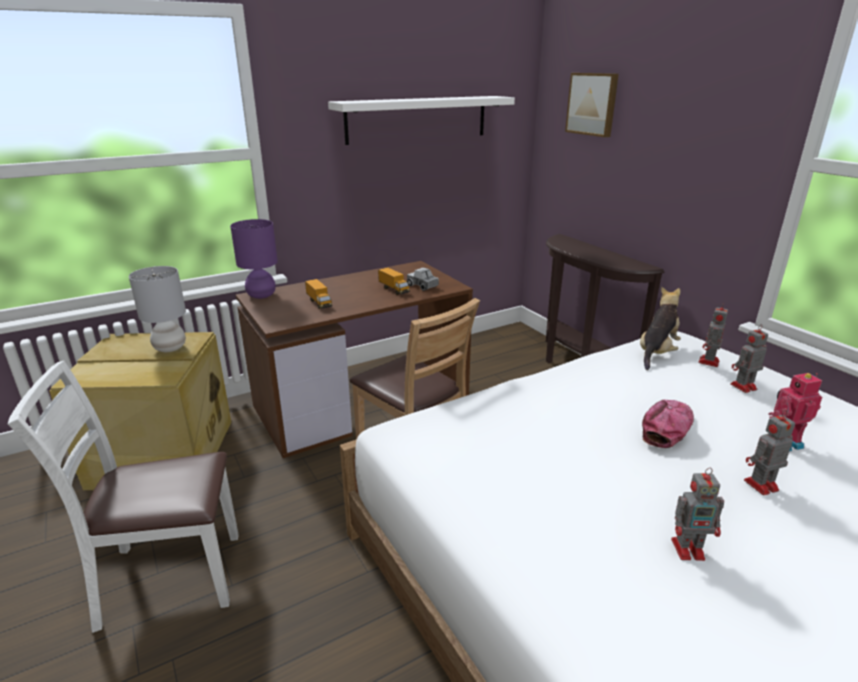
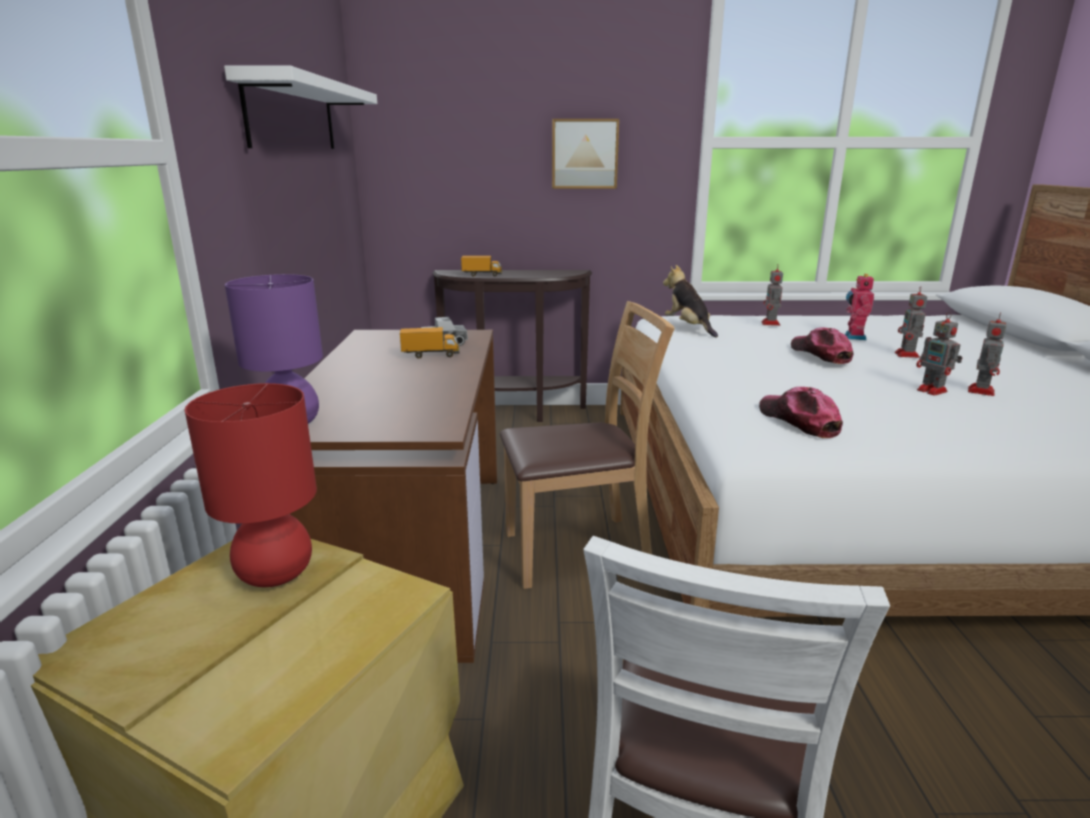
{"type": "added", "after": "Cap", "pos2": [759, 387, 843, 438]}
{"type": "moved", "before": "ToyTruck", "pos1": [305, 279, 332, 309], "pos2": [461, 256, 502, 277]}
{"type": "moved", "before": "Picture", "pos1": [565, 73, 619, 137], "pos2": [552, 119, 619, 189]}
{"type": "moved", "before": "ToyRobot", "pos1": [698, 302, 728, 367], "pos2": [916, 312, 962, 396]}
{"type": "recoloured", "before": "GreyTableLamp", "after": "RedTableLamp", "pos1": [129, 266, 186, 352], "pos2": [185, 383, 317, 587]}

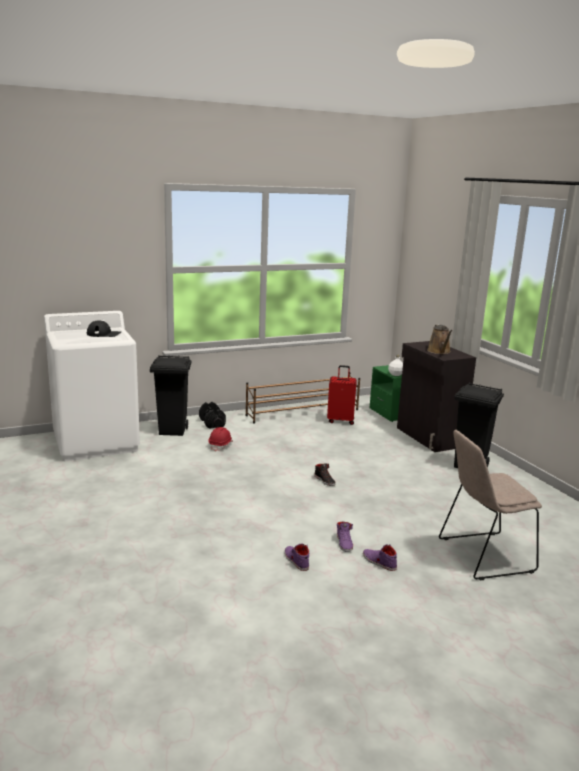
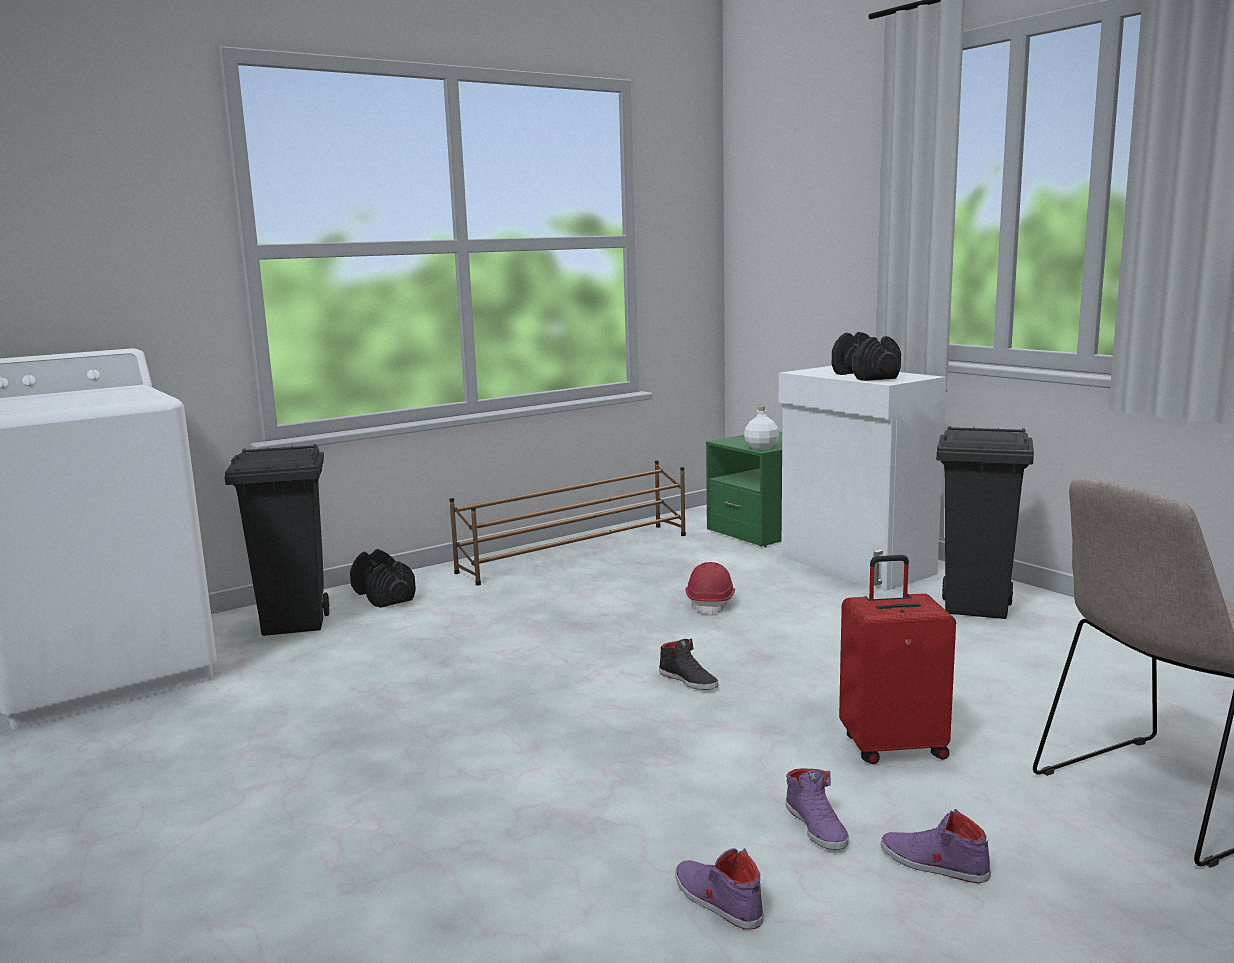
{"type": "removed", "before": "BlackCap", "pos1": [87, 320, 121, 337]}
{"type": "moved", "before": "RedHardHat", "pos1": [208, 427, 233, 452], "pos2": [686, 562, 735, 616]}
{"type": "moved", "before": "RedSuitcase", "pos1": [327, 365, 357, 425], "pos2": [839, 555, 956, 764]}
{"type": "replaced", "before": "BrownWateringCan", "after": "BlackDumbbell", "pos1": [427, 324, 453, 354], "pos2": [832, 332, 901, 381]}
{"type": "recoloured", "before": "BlackCabinet", "after": "WhiteCabinet", "pos1": [397, 341, 476, 452], "pos2": [779, 366, 946, 591]}

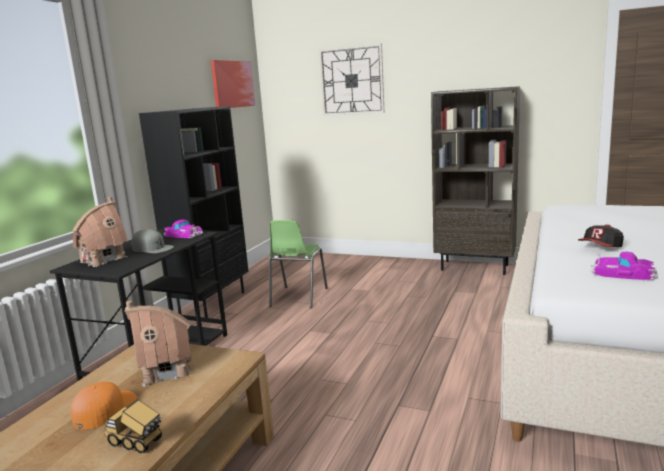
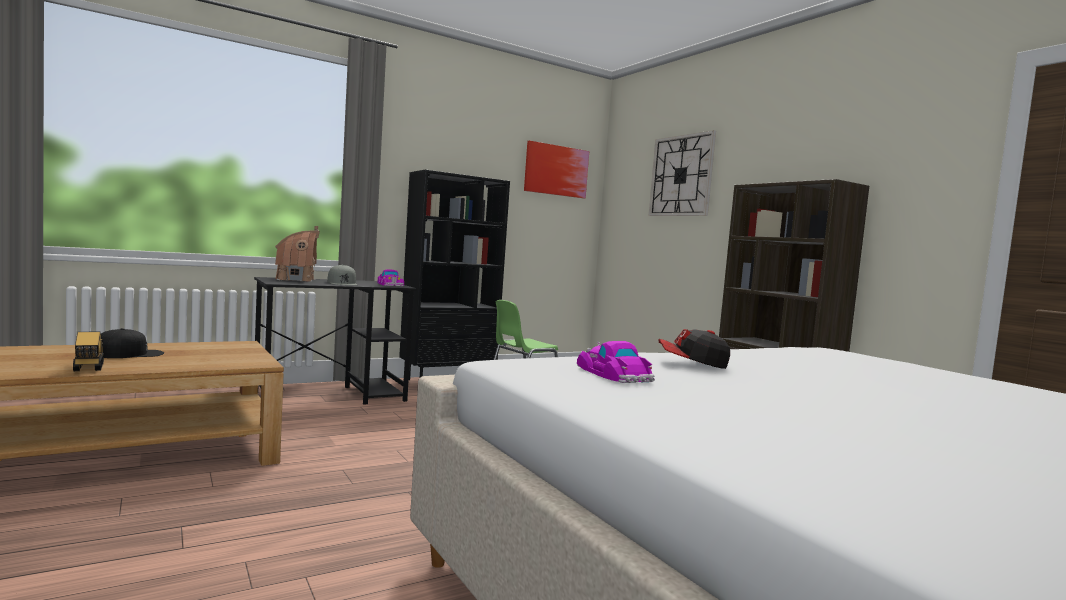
{"type": "removed", "before": "ToyHouse", "pos1": [125, 301, 192, 387]}
{"type": "recoloured", "before": "OrangeCap", "after": "BlackCap", "pos1": [71, 382, 137, 430], "pos2": [101, 328, 164, 358]}

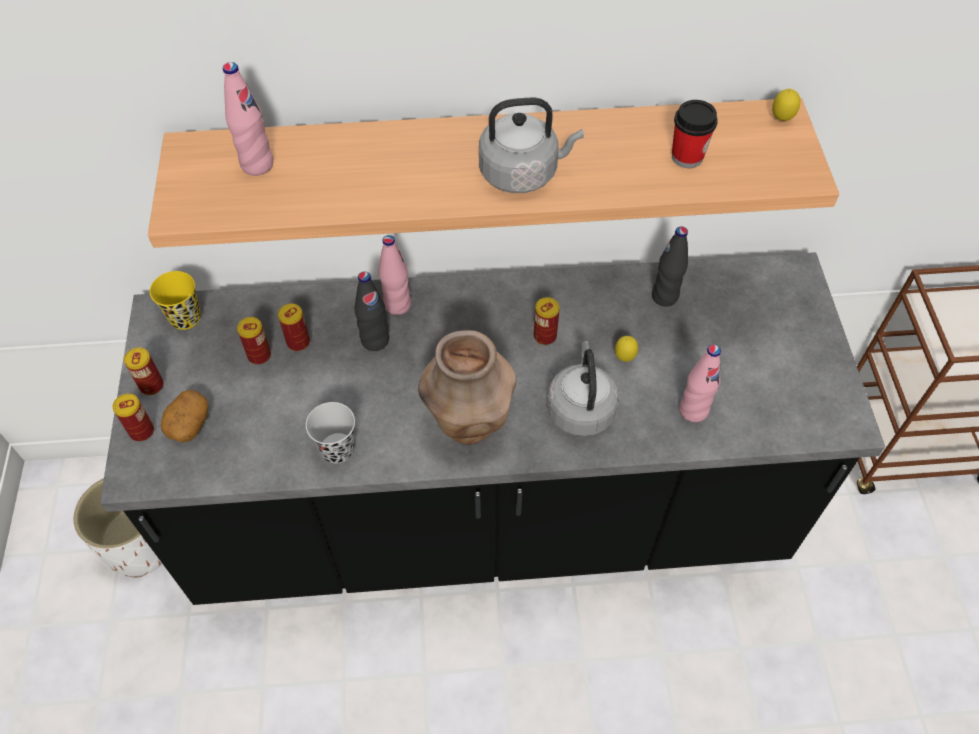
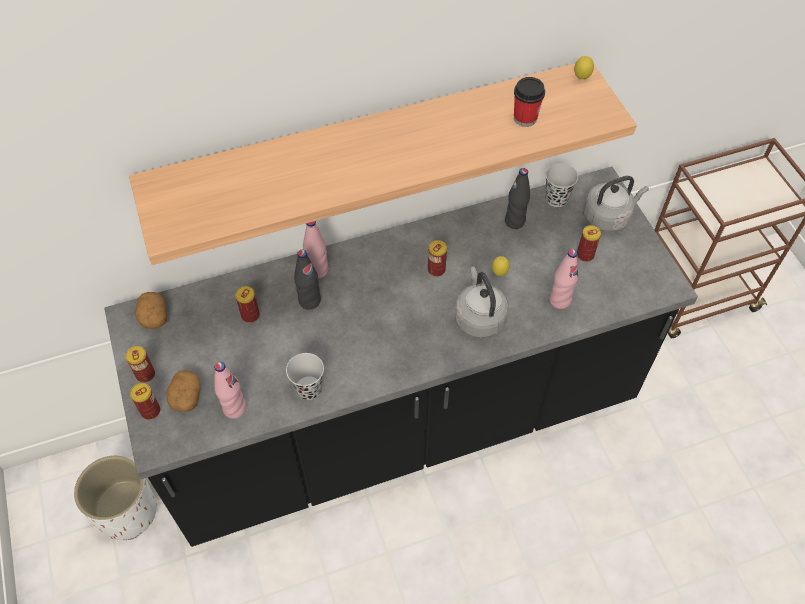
{"type": "removed", "before": "BrownVase", "pos1": [418, 330, 517, 445]}
{"type": "added", "after": "BlackCup", "pos2": [545, 163, 578, 207]}
{"type": "moved", "before": "PinkBottle", "pos1": [223, 62, 274, 176], "pos2": [214, 362, 247, 419]}
{"type": "moved", "before": "Can", "pos1": [237, 317, 271, 365], "pos2": [577, 225, 601, 262]}
{"type": "moved", "before": "GreyKettle", "pos1": [479, 98, 584, 193], "pos2": [583, 176, 649, 231]}
{"type": "replaced", "before": "YellowCup", "after": "Potato", "pos1": [150, 271, 201, 330], "pos2": [135, 292, 167, 329]}

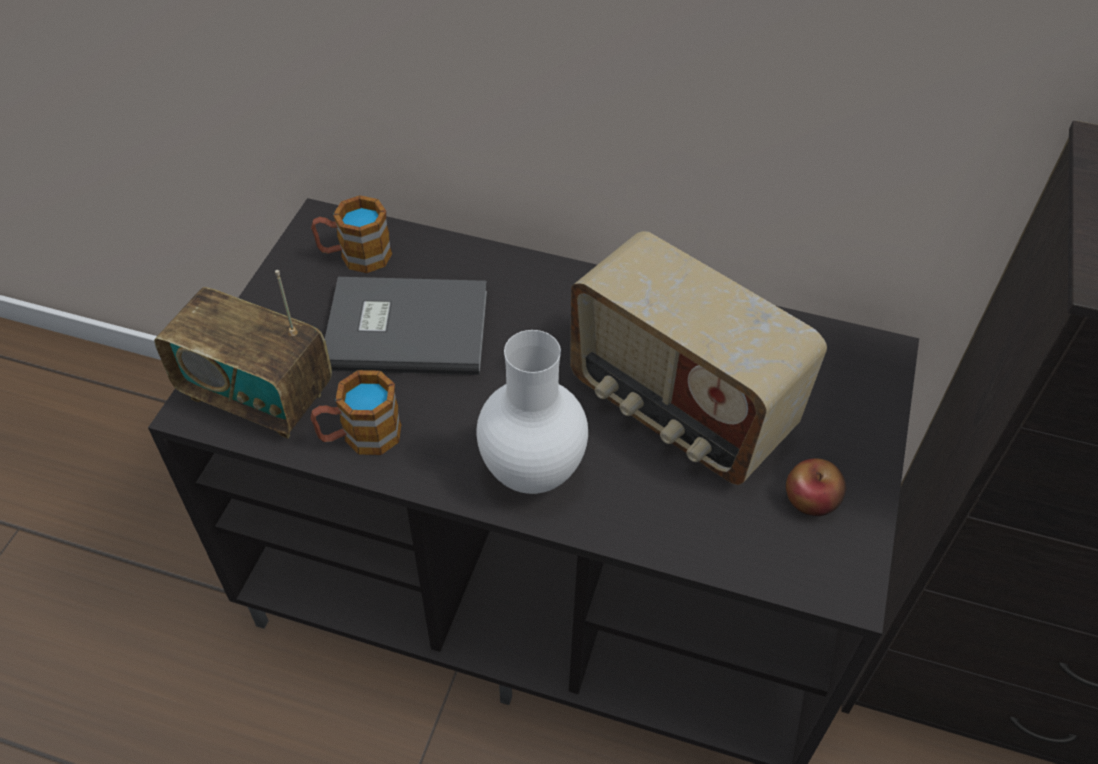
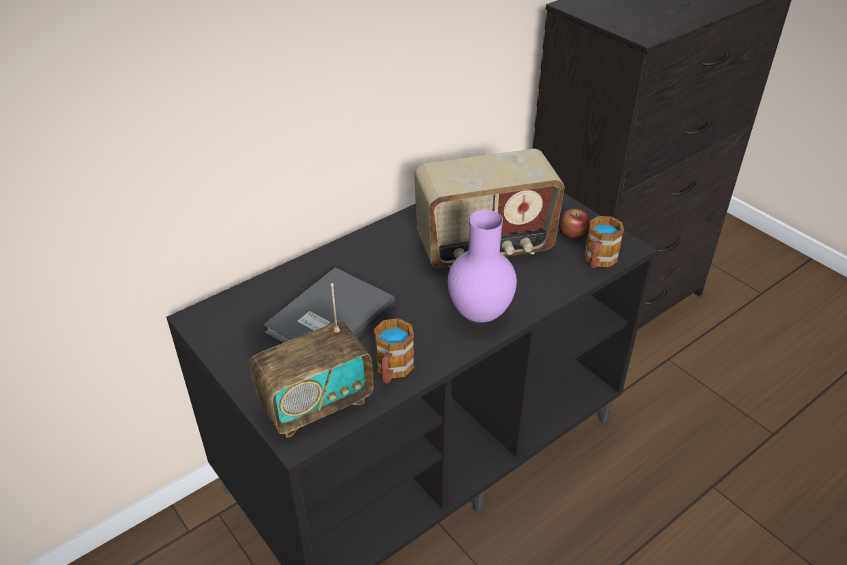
{"type": "moved", "before": "Mug", "pos1": [311, 195, 392, 273], "pos2": [584, 216, 624, 268]}
{"type": "recoloured", "before": "WhiteVase", "after": "PurpleVase", "pos1": [476, 330, 588, 494], "pos2": [448, 210, 517, 323]}

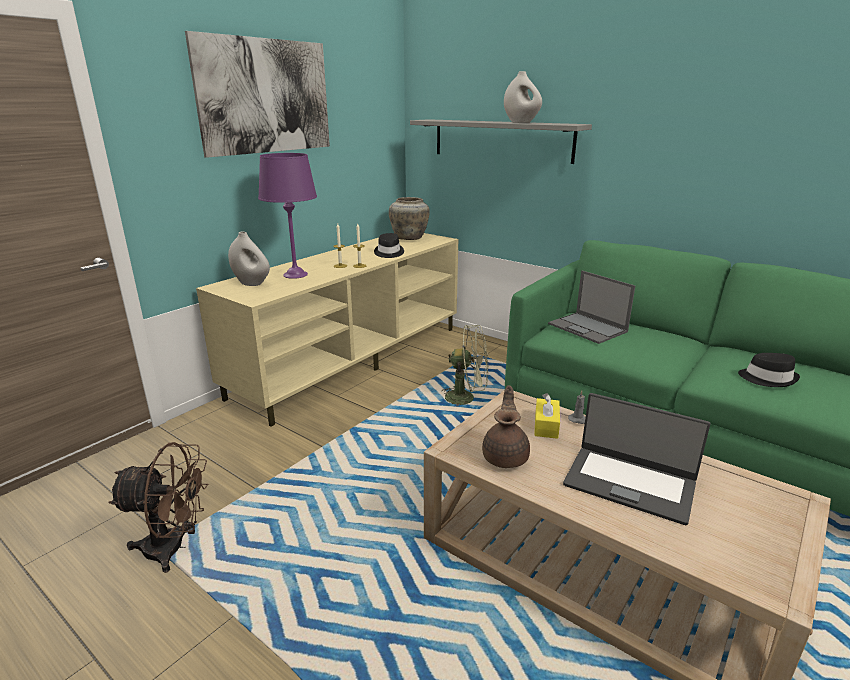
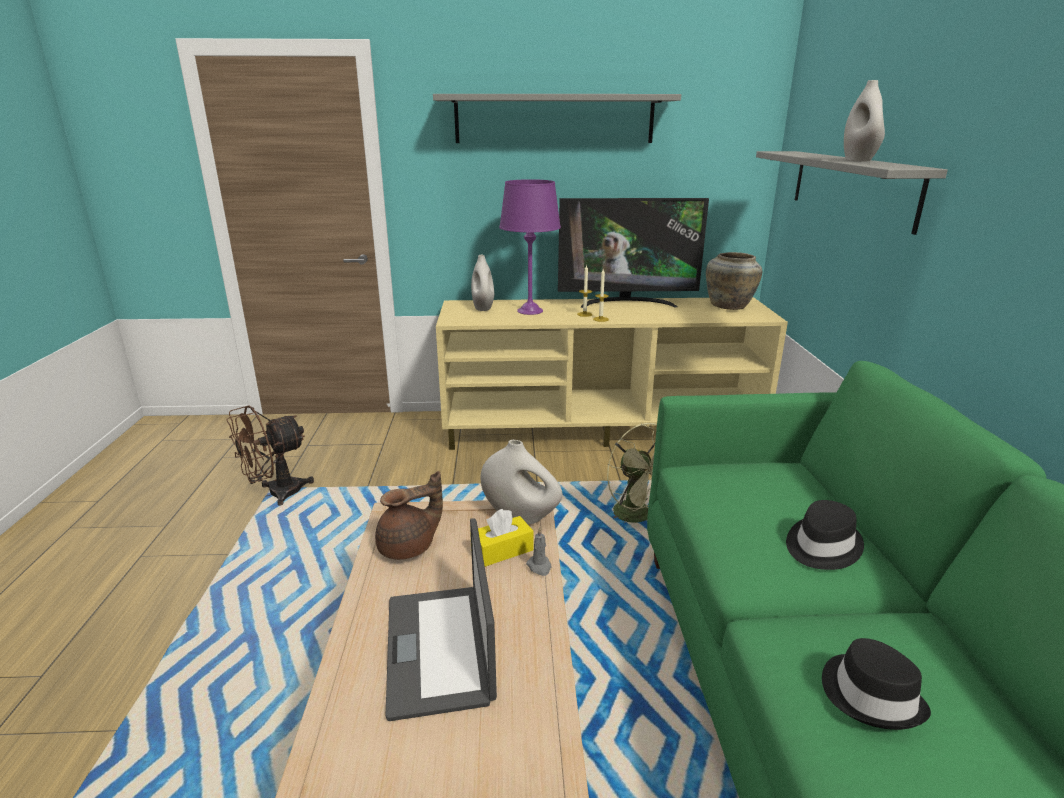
{"type": "removed", "before": "Laptop", "pos1": [548, 271, 635, 344]}
{"type": "added", "after": "WhiteVase", "pos2": [481, 440, 563, 524]}
{"type": "added", "after": "Television", "pos2": [558, 198, 709, 308]}
{"type": "moved", "before": "BlackHat", "pos1": [374, 233, 404, 258], "pos2": [786, 500, 864, 570]}
{"type": "replaced", "before": "Picture", "after": "GreyShelf", "pos1": [185, 31, 330, 158], "pos2": [433, 94, 681, 143]}
{"type": "turned", "before": "BrownFan", "pos1": [108, 442, 209, 573], "pos2": [227, 405, 314, 506], "turn": 90}

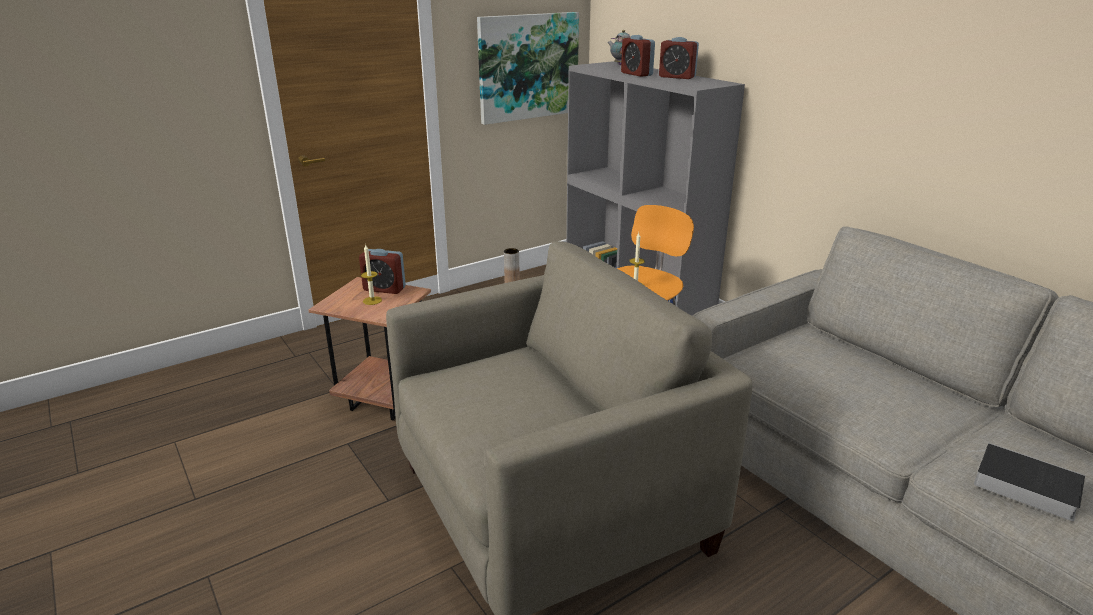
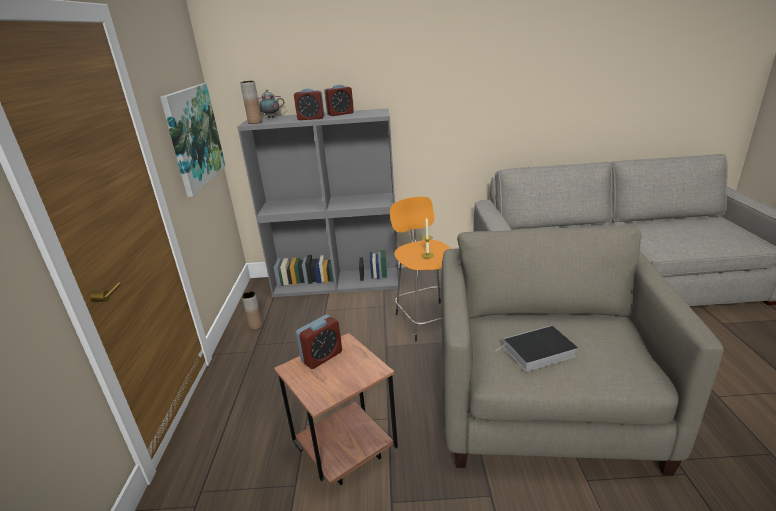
{"type": "removed", "before": "Candle", "pos1": [361, 245, 382, 305]}
{"type": "added", "after": "BrownVase", "pos2": [240, 81, 262, 124]}
{"type": "moved", "before": "Book", "pos1": [969, 443, 1085, 521], "pos2": [495, 325, 578, 372]}

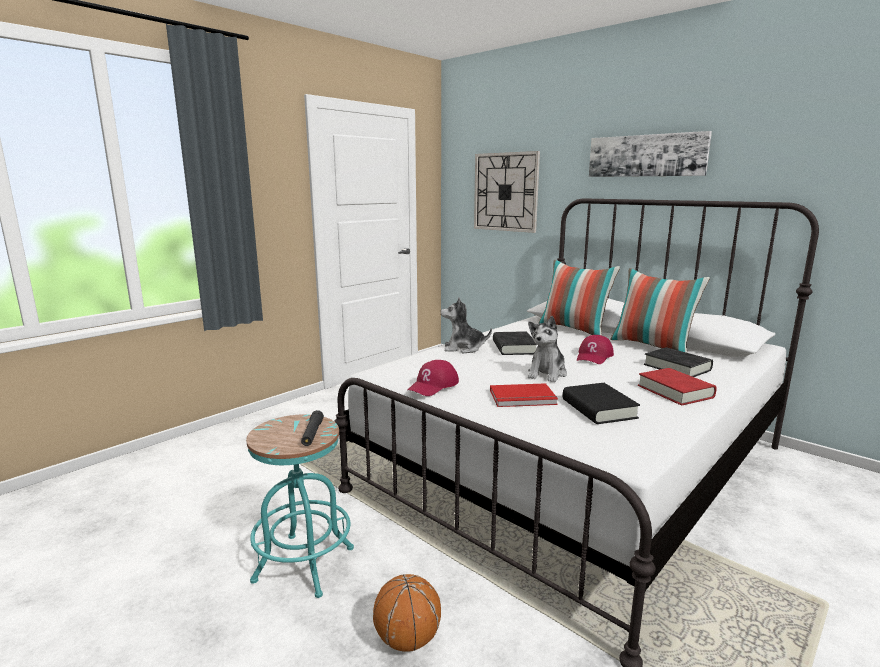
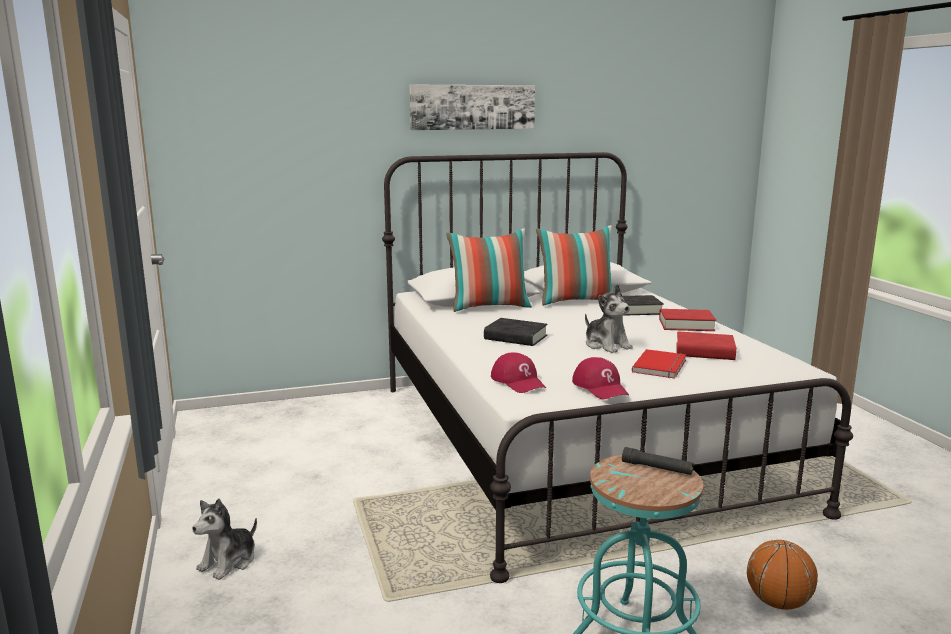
{"type": "removed", "before": "WallClock", "pos1": [474, 151, 540, 233]}
{"type": "moved", "before": "PlushToy", "pos1": [440, 297, 492, 353], "pos2": [192, 498, 257, 580]}
{"type": "moved", "before": "RedCap", "pos1": [577, 335, 614, 364], "pos2": [491, 353, 546, 393]}
{"type": "recoloured", "before": "BlackBook", "after": "RedBook", "pos1": [563, 383, 640, 424], "pos2": [676, 331, 736, 360]}

